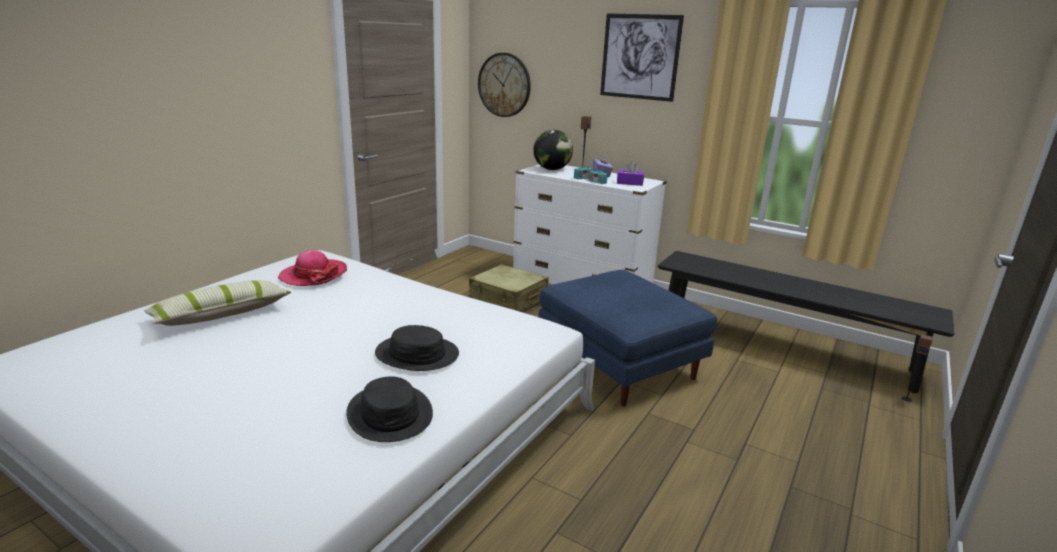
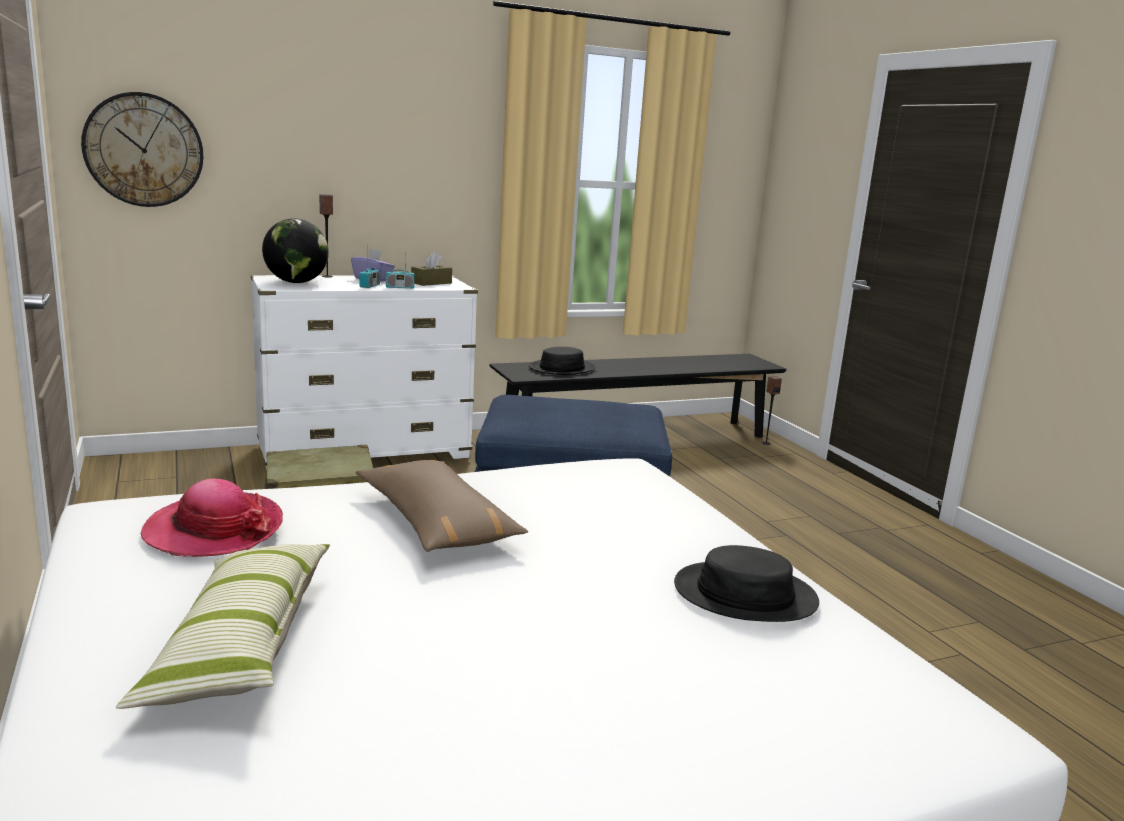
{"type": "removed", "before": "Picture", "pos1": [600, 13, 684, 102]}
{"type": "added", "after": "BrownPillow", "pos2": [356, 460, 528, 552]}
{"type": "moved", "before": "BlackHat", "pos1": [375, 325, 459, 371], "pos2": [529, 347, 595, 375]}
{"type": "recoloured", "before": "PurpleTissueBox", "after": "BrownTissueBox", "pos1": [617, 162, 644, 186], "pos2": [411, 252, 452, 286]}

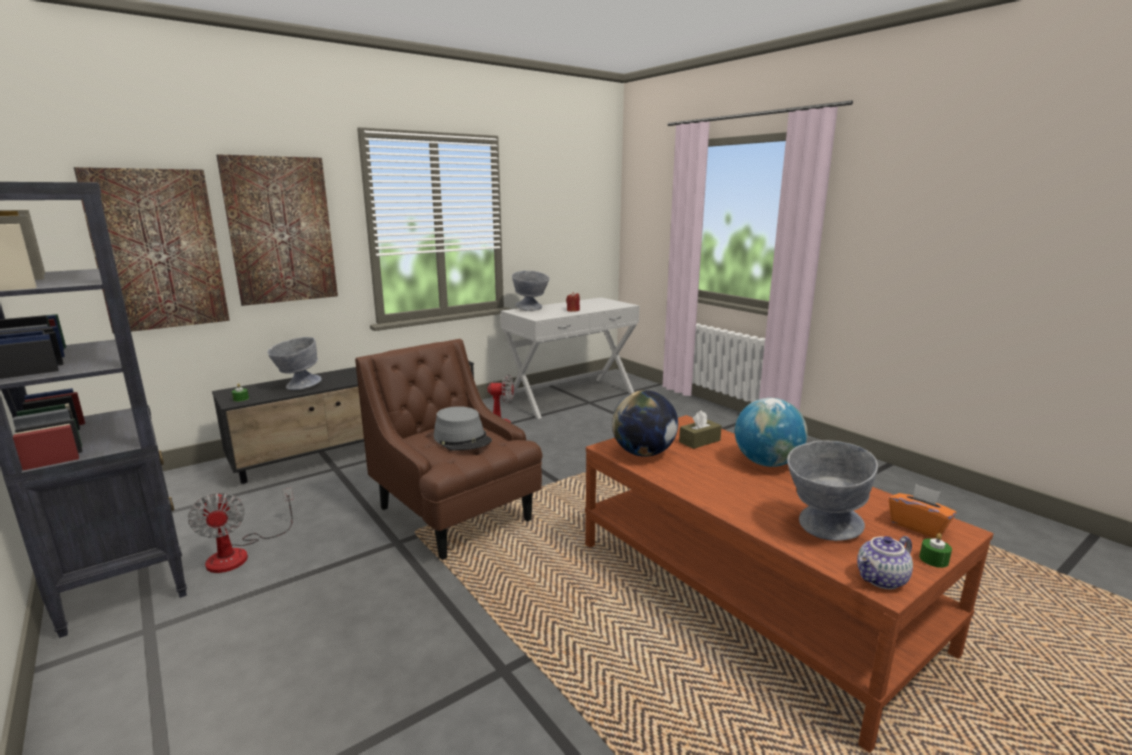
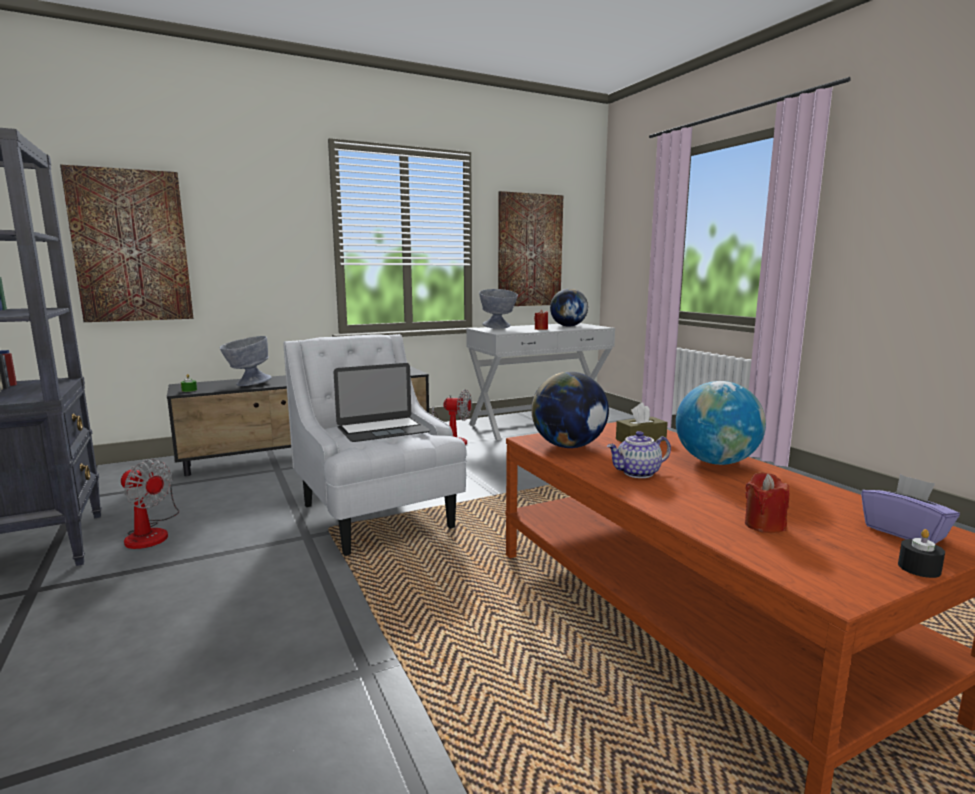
{"type": "added", "after": "Globe", "pos2": [550, 288, 588, 327]}
{"type": "moved", "before": "Picture", "pos1": [216, 154, 338, 306], "pos2": [498, 191, 563, 306]}
{"type": "moved", "before": "Teapot", "pos1": [857, 536, 913, 589], "pos2": [607, 431, 671, 478]}
{"type": "replaced", "before": "GreyHat", "after": "Laptop", "pos1": [434, 406, 492, 451], "pos2": [334, 363, 430, 442]}
{"type": "replaced", "before": "GreyBowl", "after": "RedCandle", "pos1": [787, 441, 878, 541], "pos2": [745, 472, 790, 533]}
{"type": "recoloured", "before": "BrownArmchair", "after": "WhiteArmchair", "pos1": [355, 339, 542, 560], "pos2": [283, 334, 467, 556]}
{"type": "recoloured", "before": "OrangeTissueBox", "after": "PurpleTissueBox", "pos1": [889, 484, 956, 539], "pos2": [861, 474, 960, 544]}
{"type": "recoloured", "before": "GreenCandle", "after": "BlackCandle", "pos1": [919, 533, 952, 568], "pos2": [898, 529, 945, 578]}
{"type": "turned", "before": "Fan", "pos1": [188, 488, 293, 573], "pos2": [121, 459, 179, 549], "turn": -45}

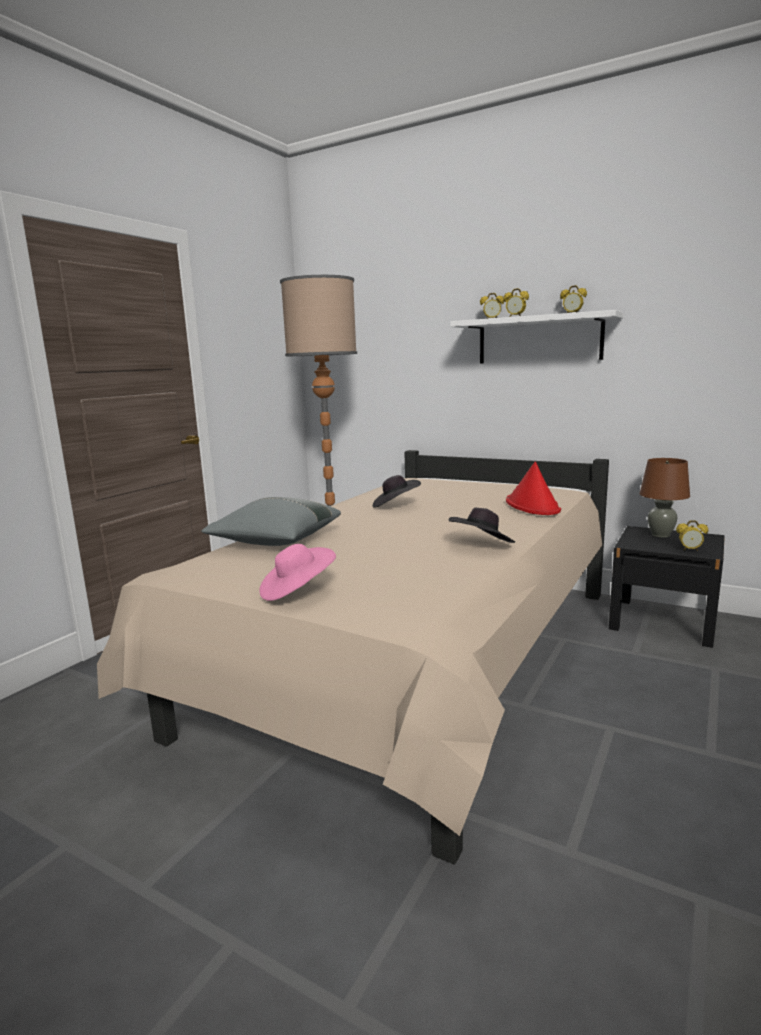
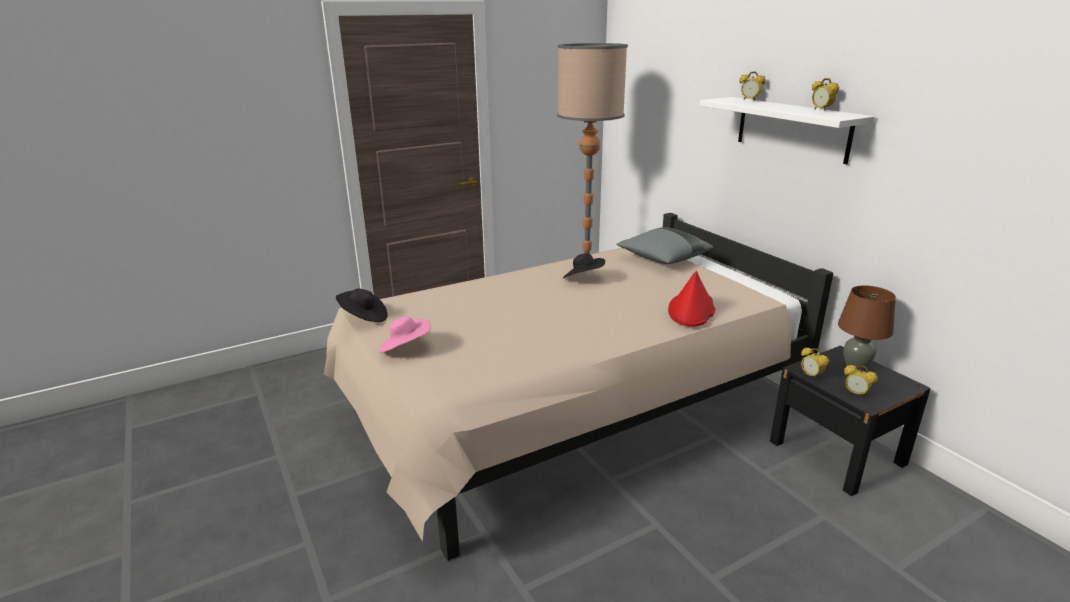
{"type": "moved", "before": "GreyPillow", "pos1": [201, 497, 341, 546], "pos2": [616, 227, 713, 264]}
{"type": "moved", "before": "BlackHat", "pos1": [449, 507, 515, 543], "pos2": [336, 288, 387, 322]}
{"type": "moved", "before": "AlarmClock", "pos1": [503, 288, 529, 317], "pos2": [801, 347, 829, 379]}

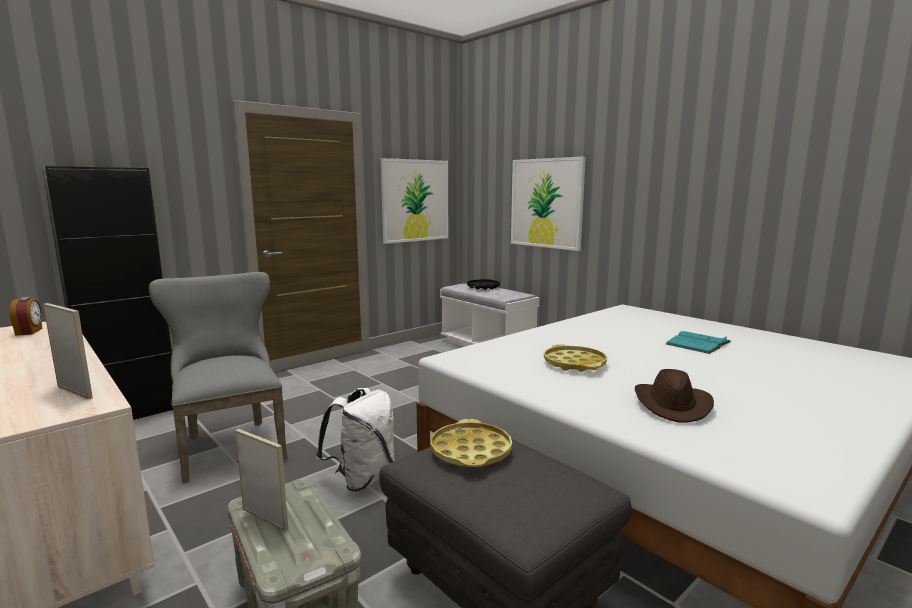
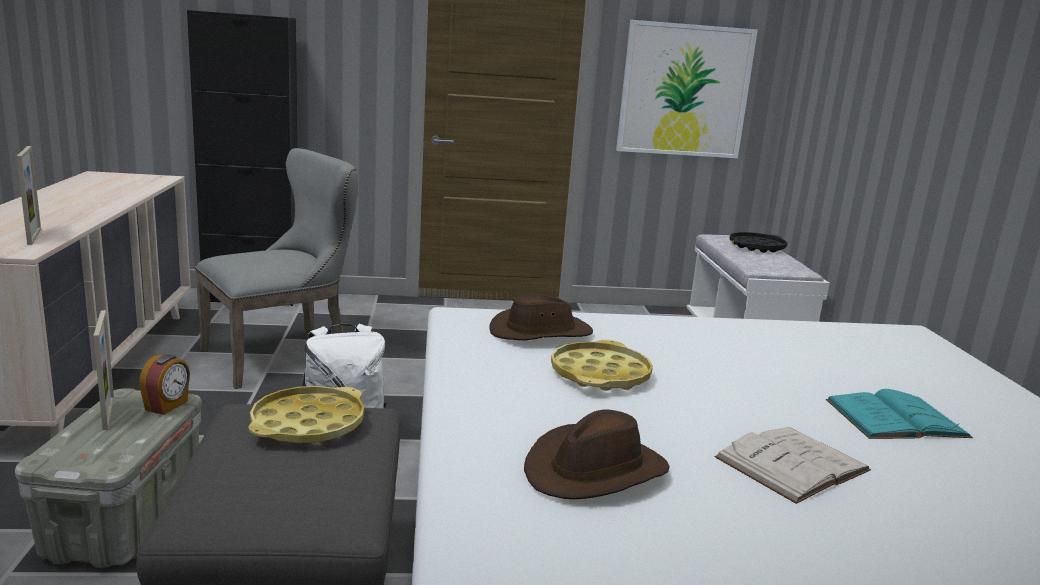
{"type": "removed", "before": "Picture", "pos1": [511, 157, 586, 251]}
{"type": "added", "after": "BrownHat", "pos2": [489, 293, 593, 340]}
{"type": "added", "after": "WhiteBook", "pos2": [714, 427, 871, 504]}
{"type": "moved", "before": "AlarmClock", "pos1": [9, 297, 42, 336], "pos2": [139, 354, 190, 415]}
{"type": "turned", "before": "GreyChair", "pos1": [149, 272, 287, 483], "pos2": [195, 148, 358, 389], "turn": 45}

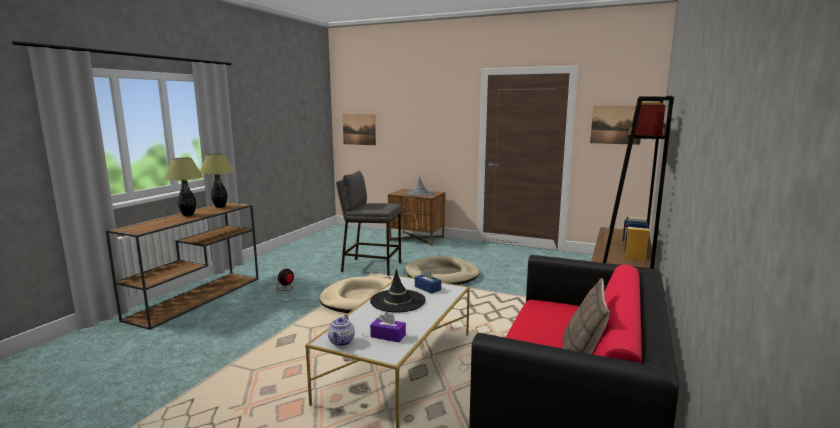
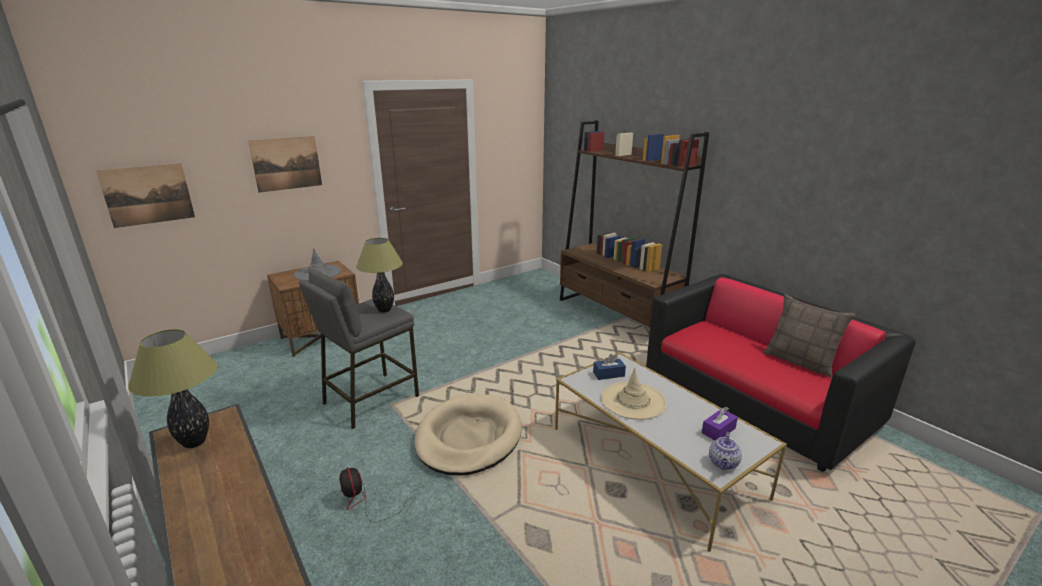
{"type": "removed", "before": "BeigeDogBed", "pos1": [405, 256, 480, 285]}
{"type": "moved", "before": "TableLamp", "pos1": [164, 157, 203, 216], "pos2": [356, 238, 403, 313]}
{"type": "moved", "before": "Picture", "pos1": [590, 106, 641, 145], "pos2": [248, 136, 322, 193]}
{"type": "recoloured", "before": "BlackHat", "after": "BeigeHat", "pos1": [370, 269, 426, 313], "pos2": [601, 368, 666, 420]}
{"type": "turned", "before": "Teapot", "pos1": [328, 315, 355, 346], "pos2": [709, 432, 742, 470], "turn": 75}

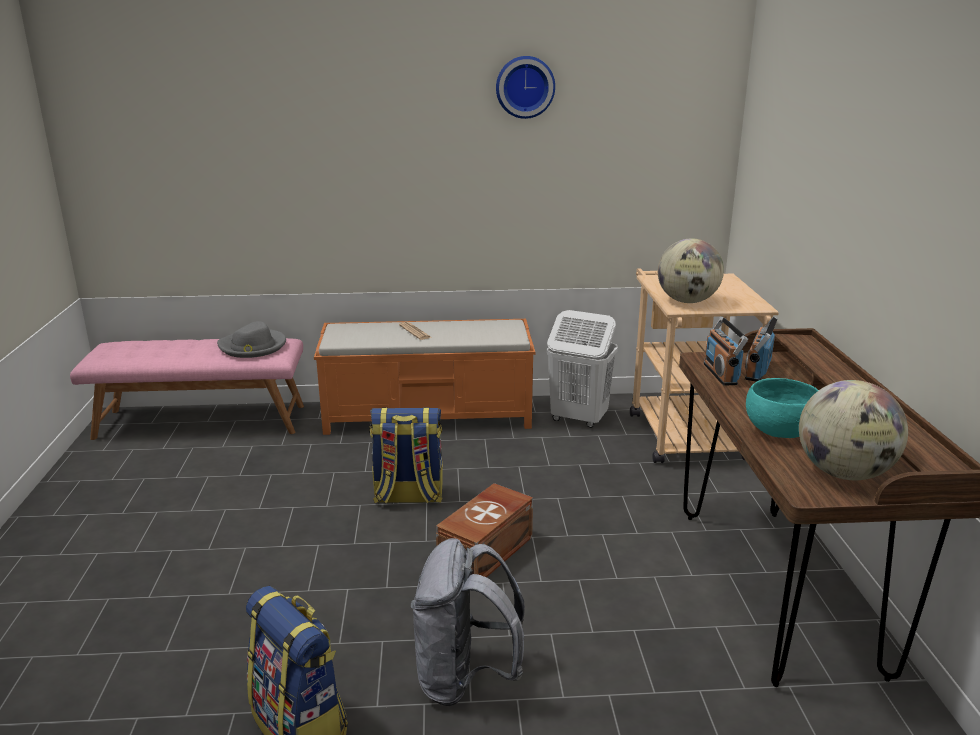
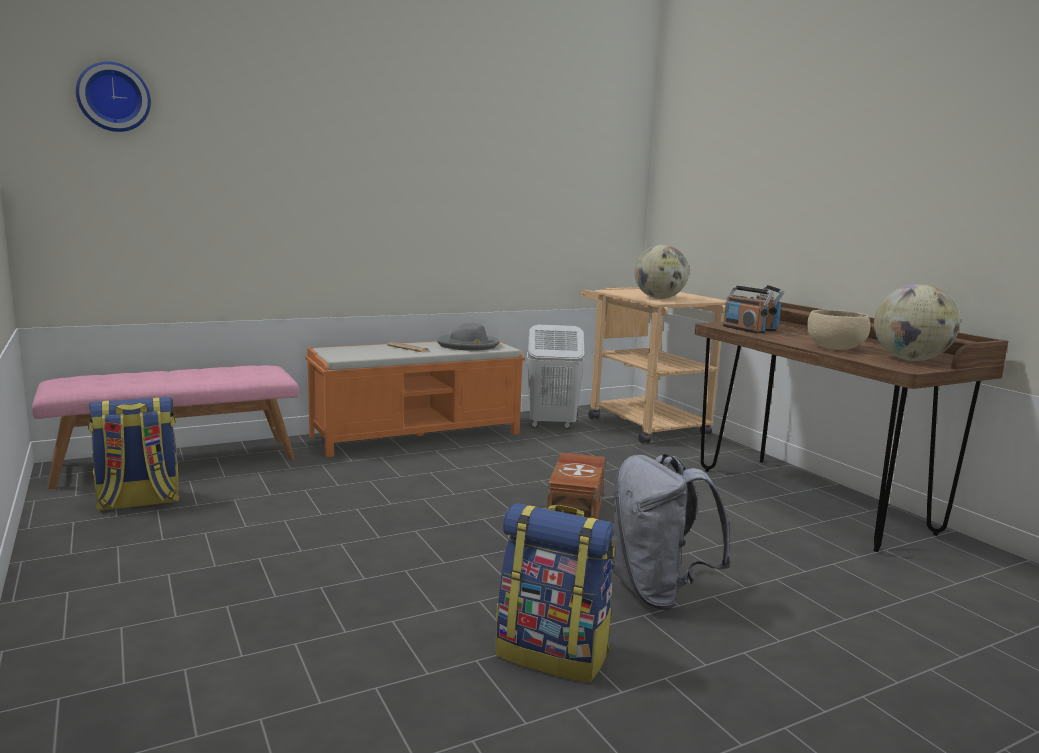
{"type": "moved", "before": "GreyHat", "pos1": [217, 321, 286, 358], "pos2": [437, 323, 500, 351]}
{"type": "moved", "before": "Backpack", "pos1": [369, 407, 443, 504], "pos2": [88, 397, 180, 511]}
{"type": "moved", "before": "WallClock", "pos1": [496, 56, 555, 119], "pos2": [76, 62, 151, 132]}
{"type": "recoloured", "before": "TurquoiseBowl", "after": "BeigeBowl", "pos1": [746, 378, 819, 438], "pos2": [807, 310, 870, 350]}

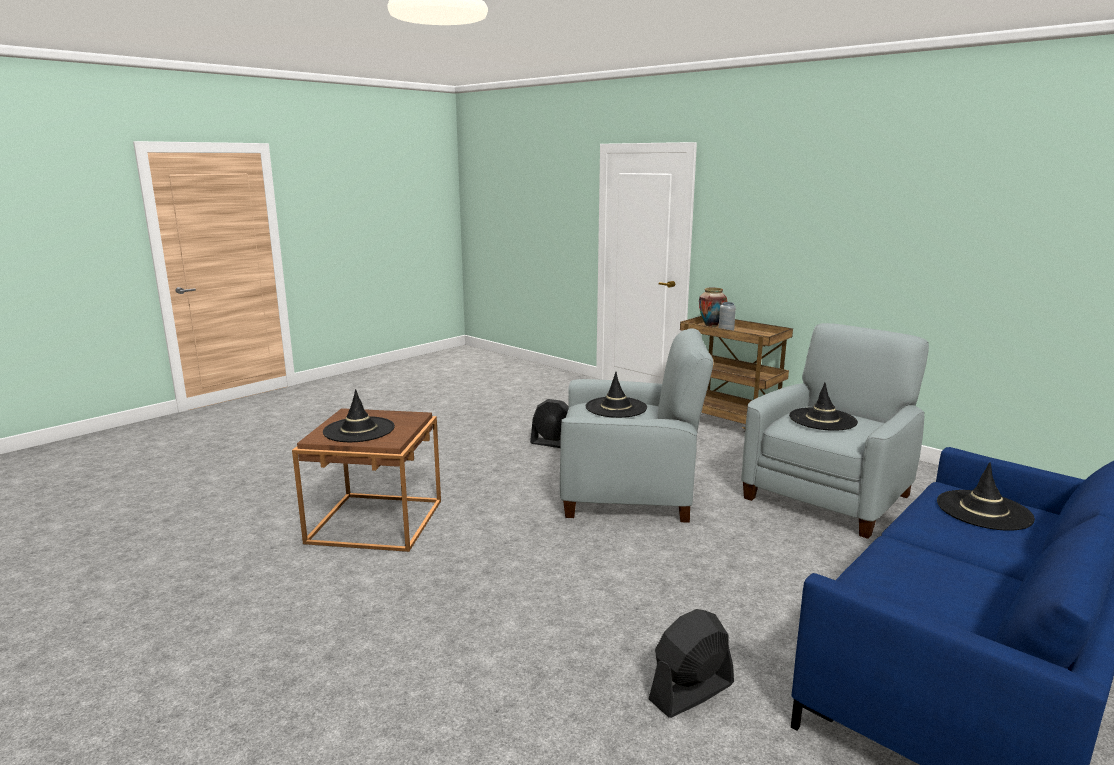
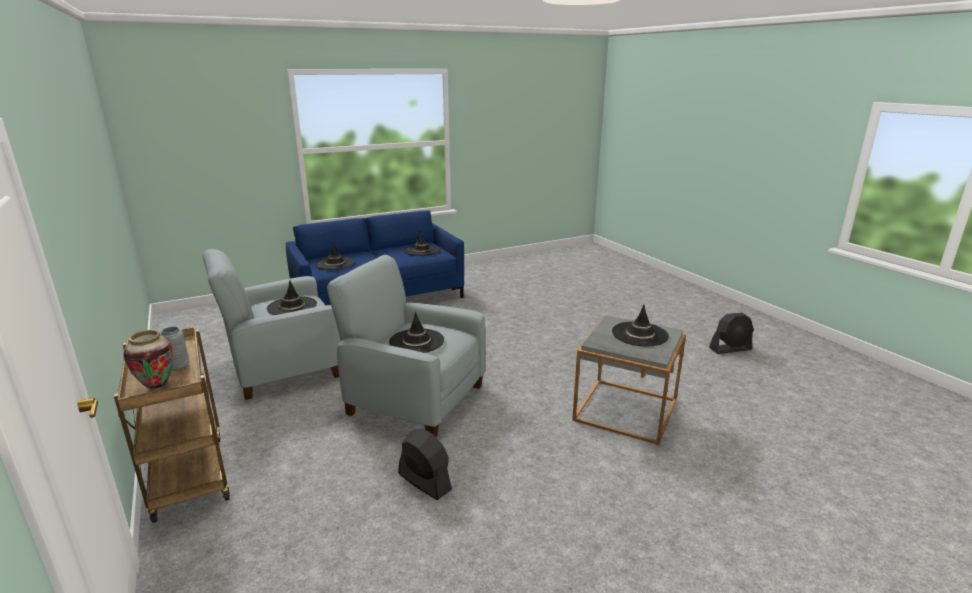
{"type": "added", "after": "BlackHat", "pos2": [403, 229, 440, 256]}
{"type": "moved", "before": "BlackFan", "pos1": [649, 609, 734, 718], "pos2": [709, 313, 754, 354]}
{"type": "recoloured", "before": "BrownSideTable", "after": "GreySideTable", "pos1": [292, 408, 441, 552], "pos2": [572, 315, 686, 445]}

